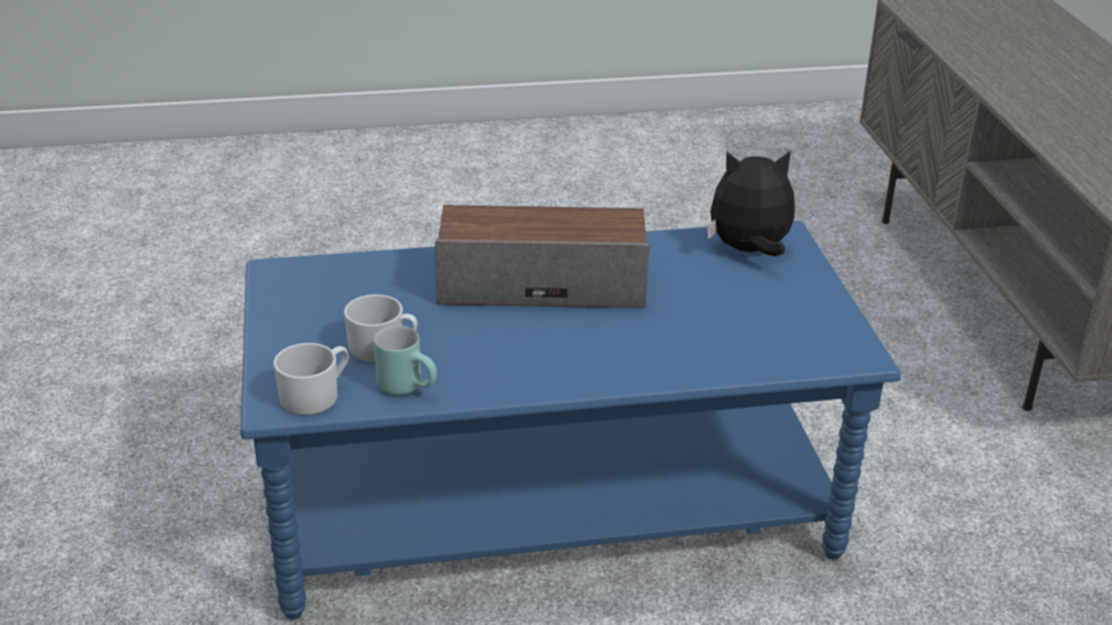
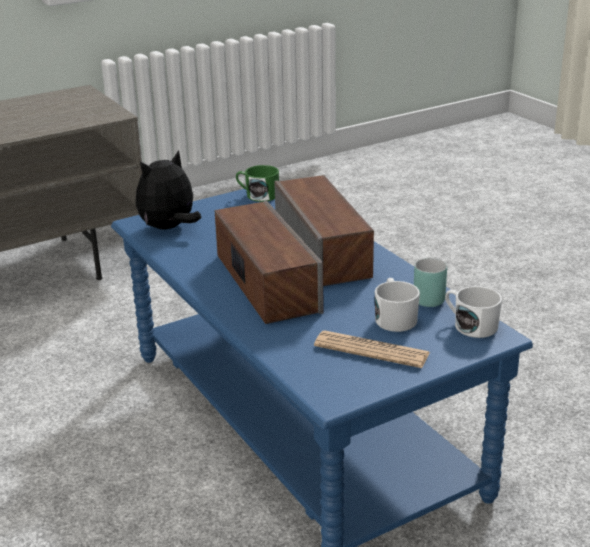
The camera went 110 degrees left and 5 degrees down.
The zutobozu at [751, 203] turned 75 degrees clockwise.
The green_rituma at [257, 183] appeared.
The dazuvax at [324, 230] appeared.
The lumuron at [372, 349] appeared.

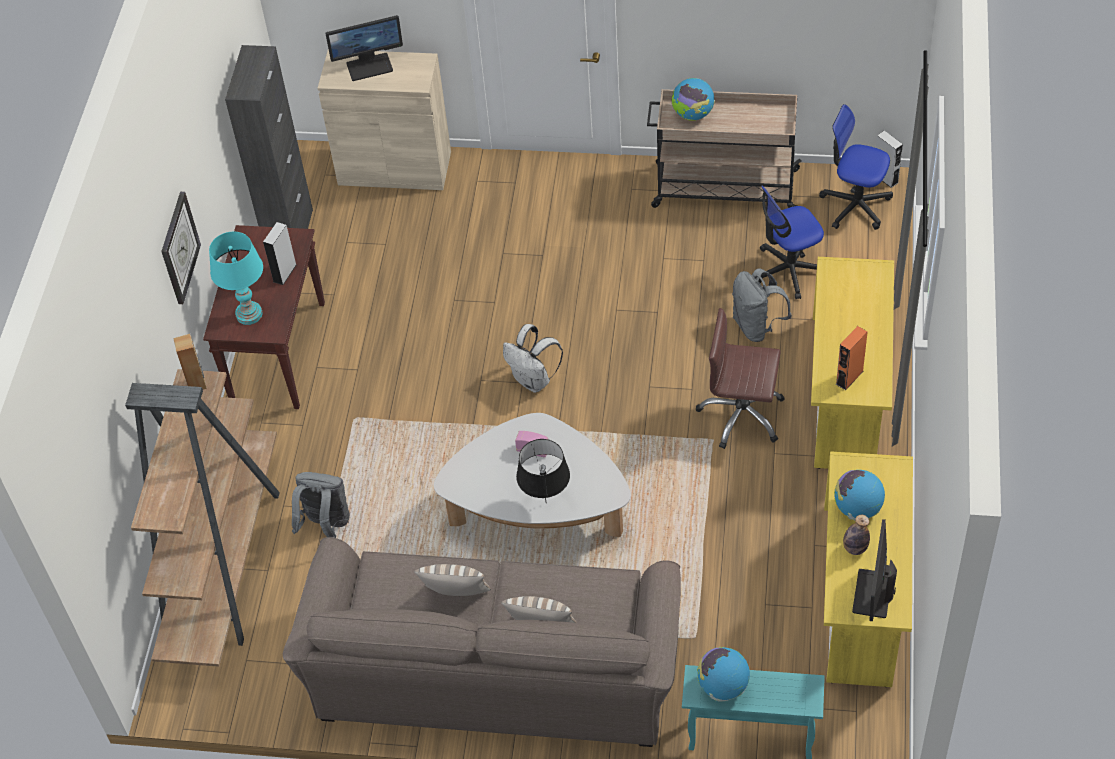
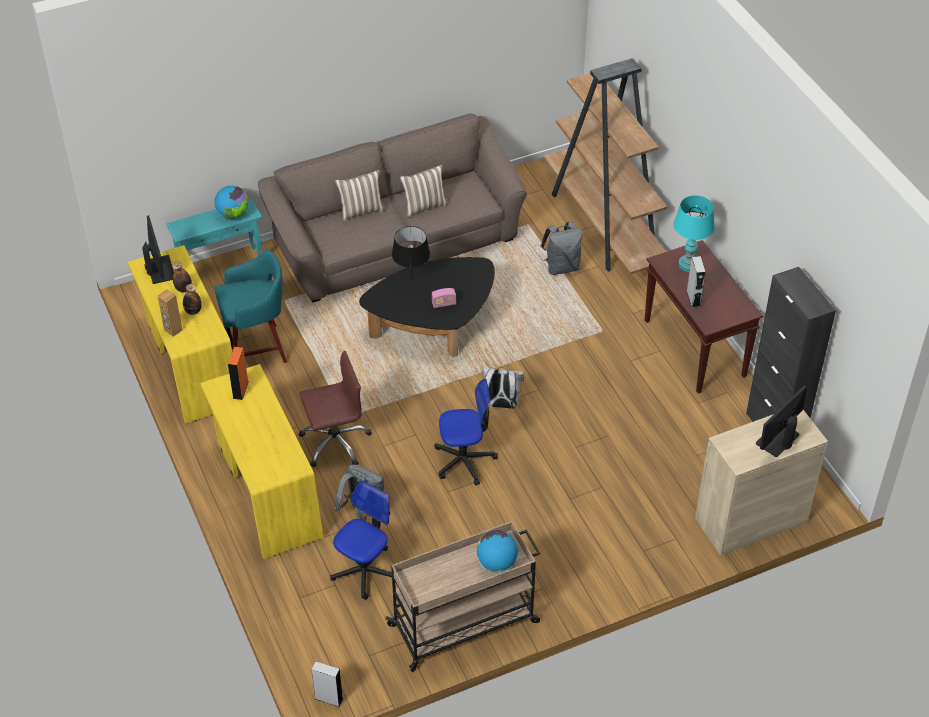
The camera went 145 degrees right and 5 degrees down.
The brown_dazuvax moved from [190, 361] to [170, 313].
The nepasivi at [859, 495] was replaced by the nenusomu at [192, 299].
The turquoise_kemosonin at [251, 306] appeared.
The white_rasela at [532, 475] became the black_rasela at [427, 307].
The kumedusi moved from [856, 167] to [466, 432].
The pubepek at [181, 248] disappeared.

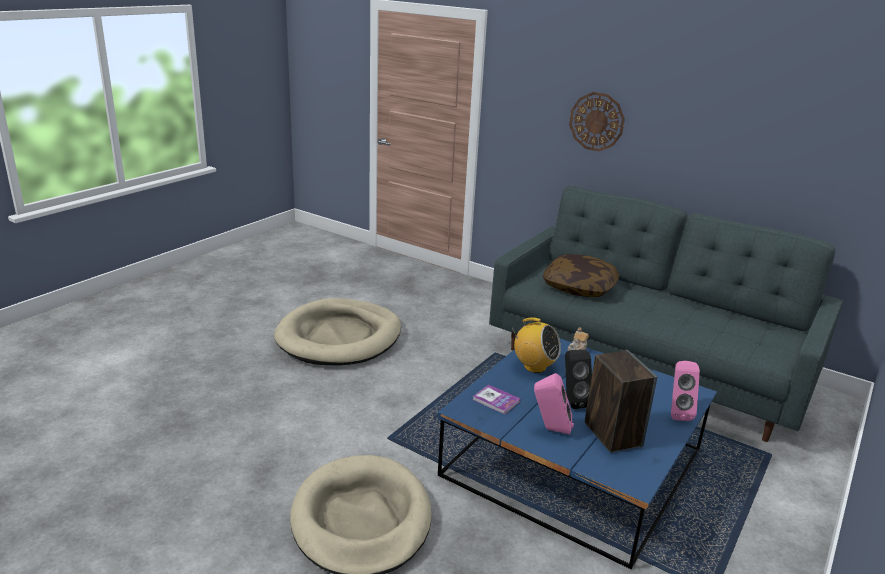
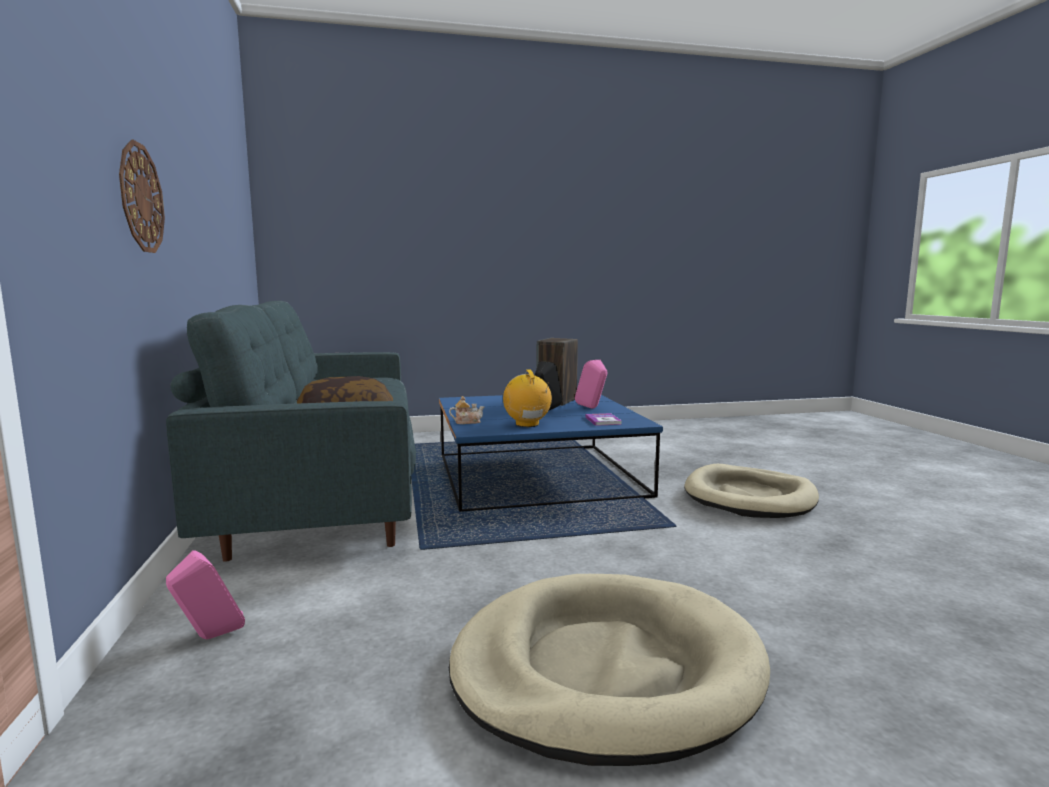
The camera went 135 degrees left and 15 degrees down.
The pink_dazuvax moved from [685, 391] to [205, 594].

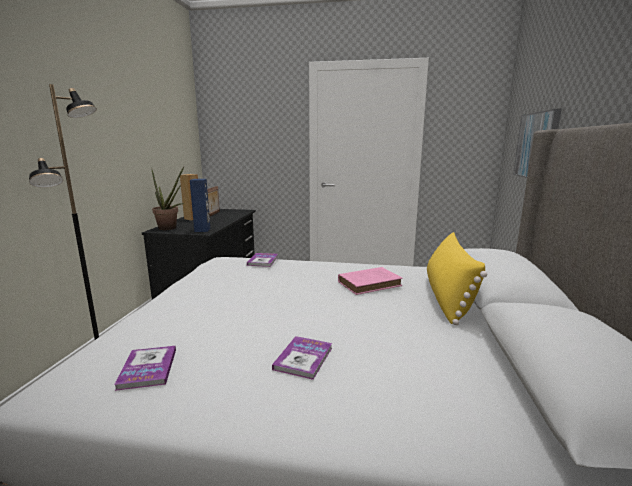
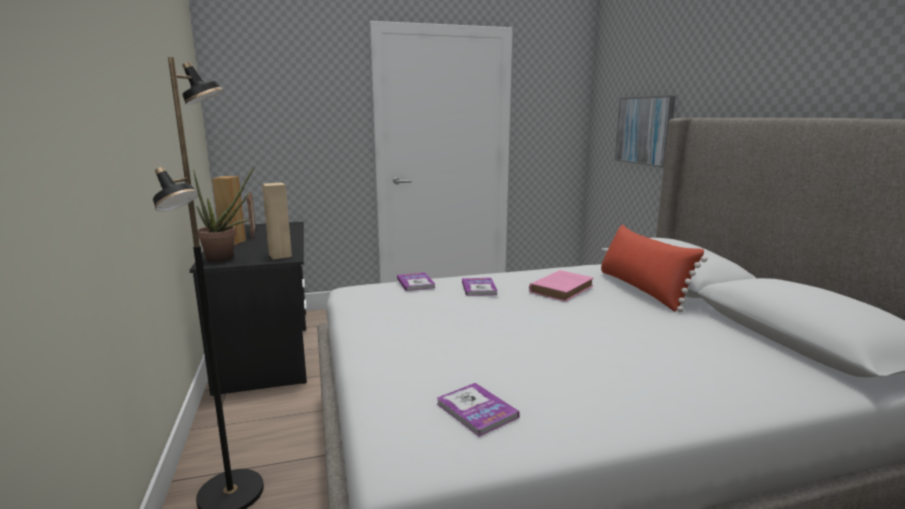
The camera went 25 degrees left and 0 degrees up.
The blue_dazuvax at [200, 205] became the beige_dazuvax at [277, 220].
The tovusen moved from [302, 358] to [480, 287].
The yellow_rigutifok at [457, 278] became the red_rigutifok at [654, 268].

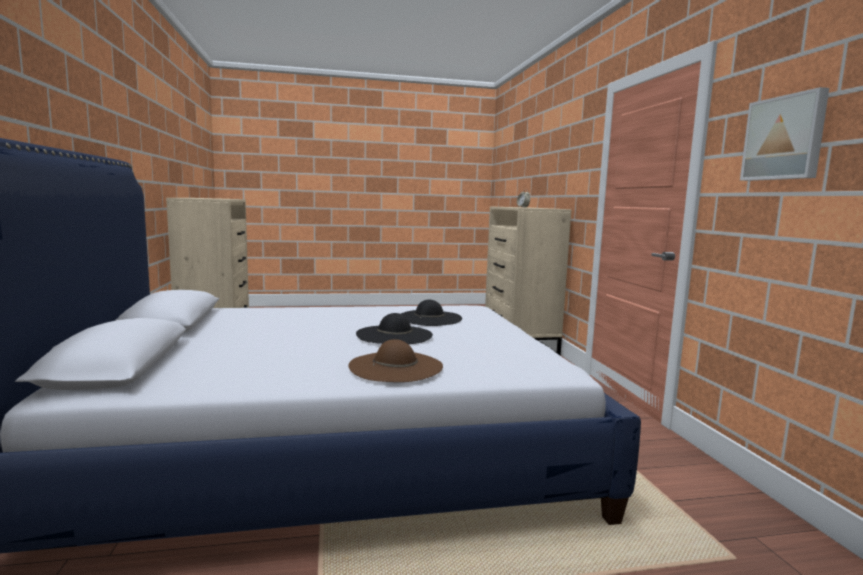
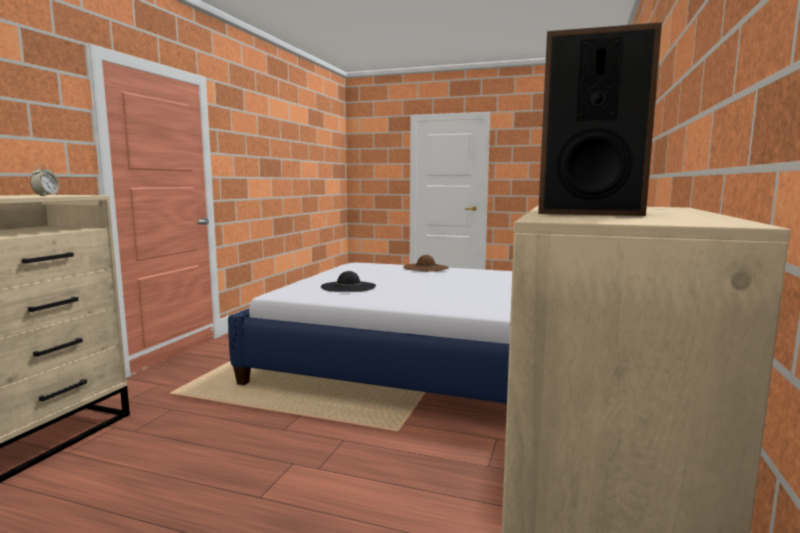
The camera went 150 degrees left and 0 degrees up.
The dazuvax at [600, 119] appeared.
The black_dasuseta at [394, 328] disappeared.
The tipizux at [784, 134] disappeared.

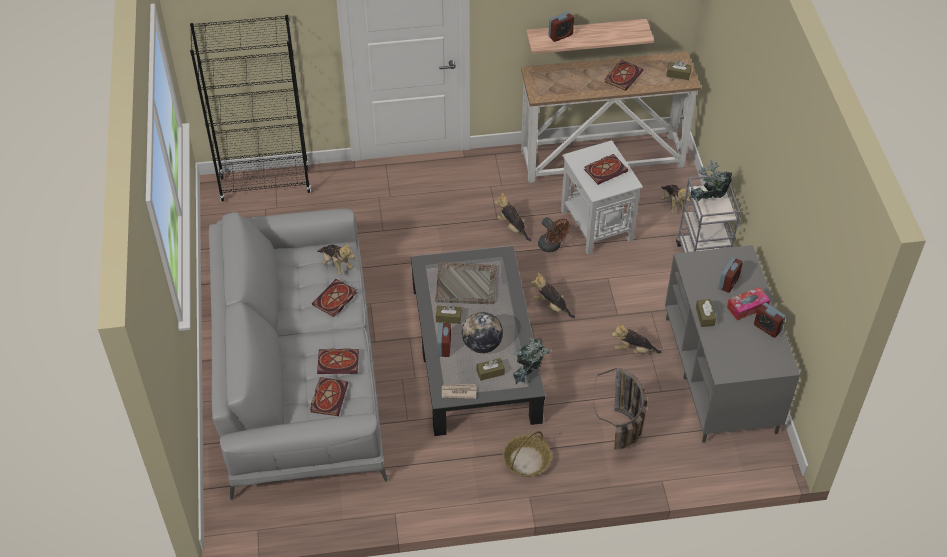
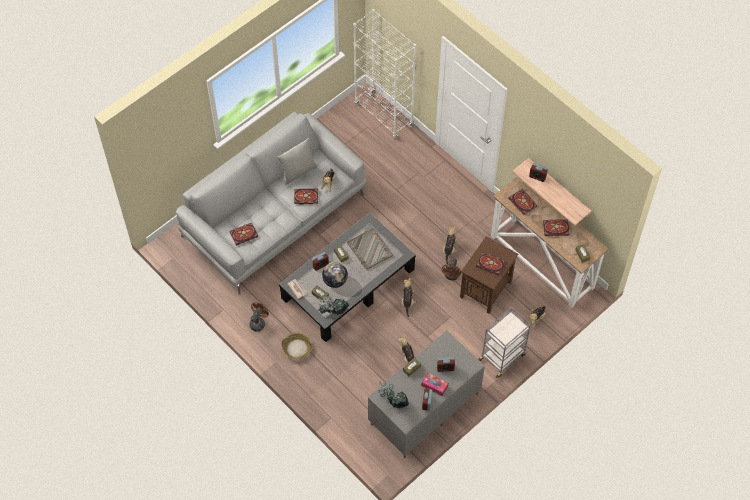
The camera went 55 degrees right and 10 degrees up.
The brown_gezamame at [259, 317] appeared.
The grey_rigutifok at [297, 161] appeared.
The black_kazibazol at [250, 108] became the white_kazibazol at [384, 74].
The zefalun moved from [710, 180] to [393, 394].
The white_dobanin at [602, 197] became the brown_dobanin at [489, 275].
The tovusen moved from [338, 361] to [523, 202].
The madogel at [620, 408] disappeared.

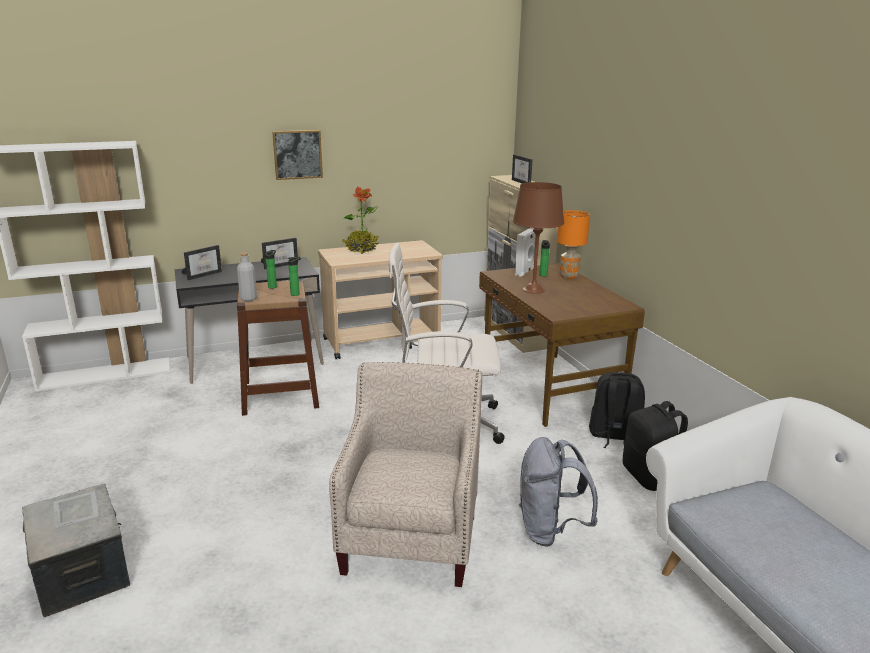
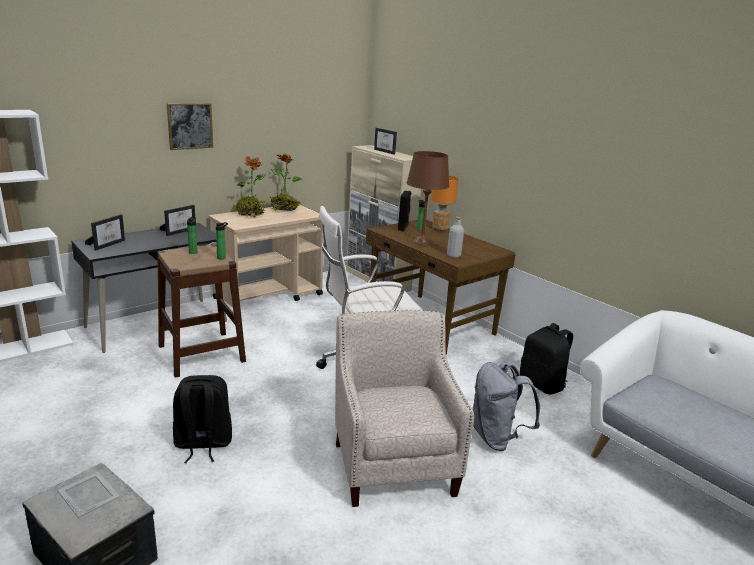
The camera went 20 degrees left and 0 degrees up.
The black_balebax moved from [617, 410] to [202, 419].
The zefalun at [286, 182] appeared.
The white_dazuvax at [525, 253] became the black_dazuvax at [404, 211].
The grey_nenusomu moved from [247, 277] to [455, 237].

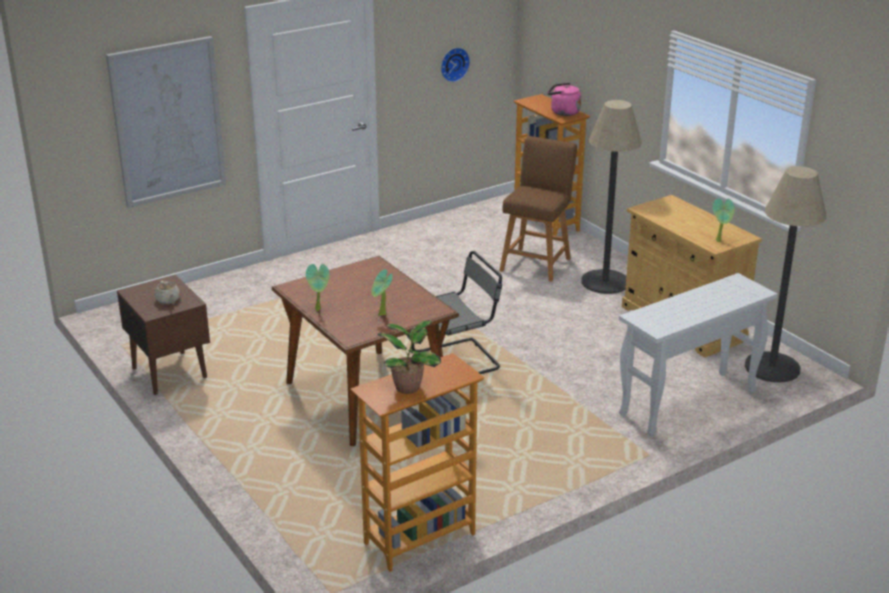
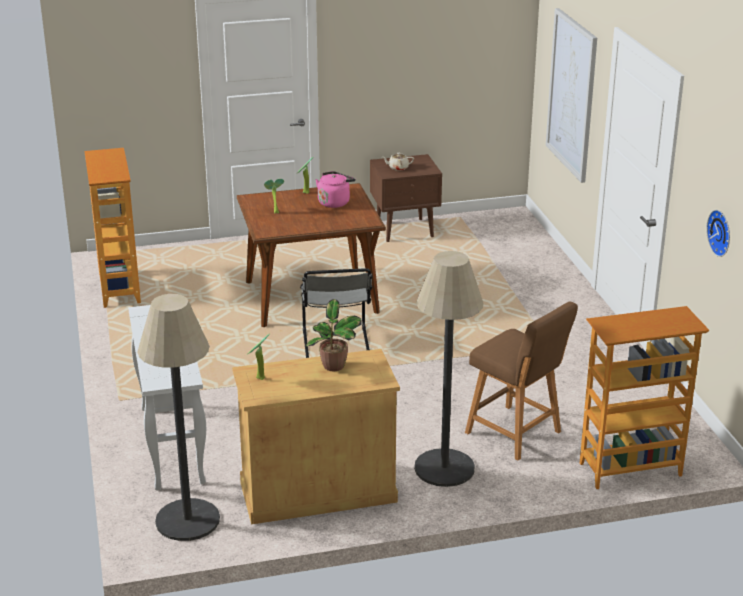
The camera went 110 degrees right and 0 degrees up.
The zefalun moved from [409, 357] to [334, 335].
The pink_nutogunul moved from [564, 99] to [336, 189].

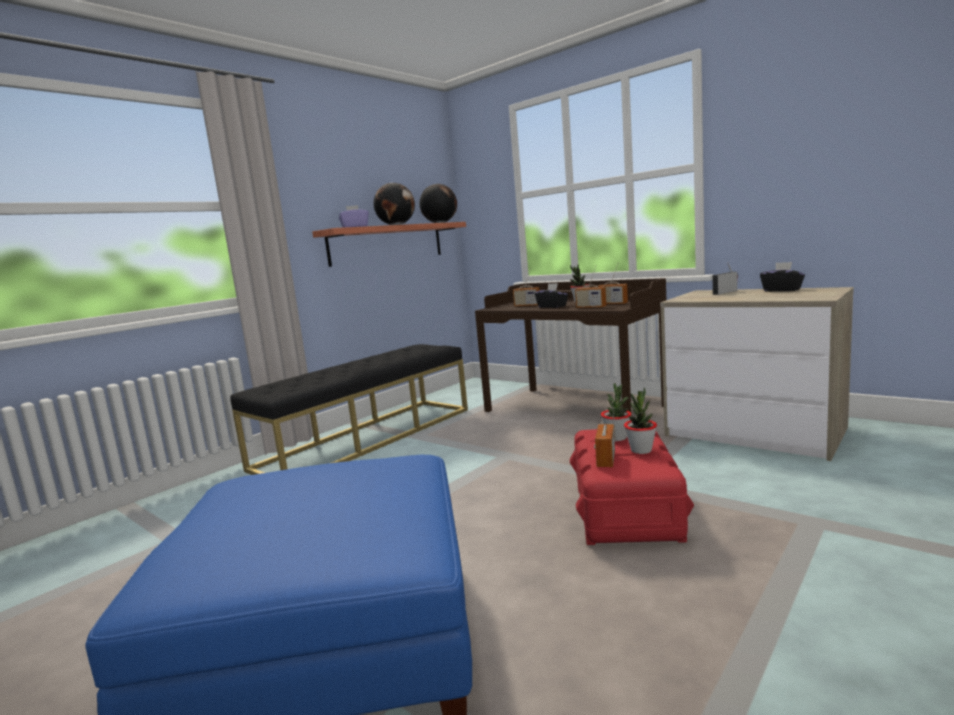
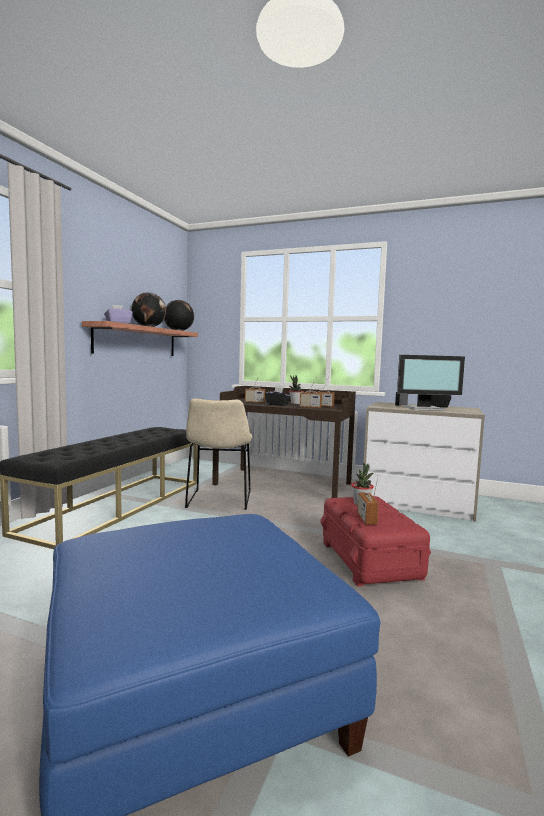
The camera went 20 degrees left and 5 degrees down.
The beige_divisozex at [218, 454] appeared.
The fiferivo at [431, 383] appeared.
The zefalun at [640, 420] disappeared.

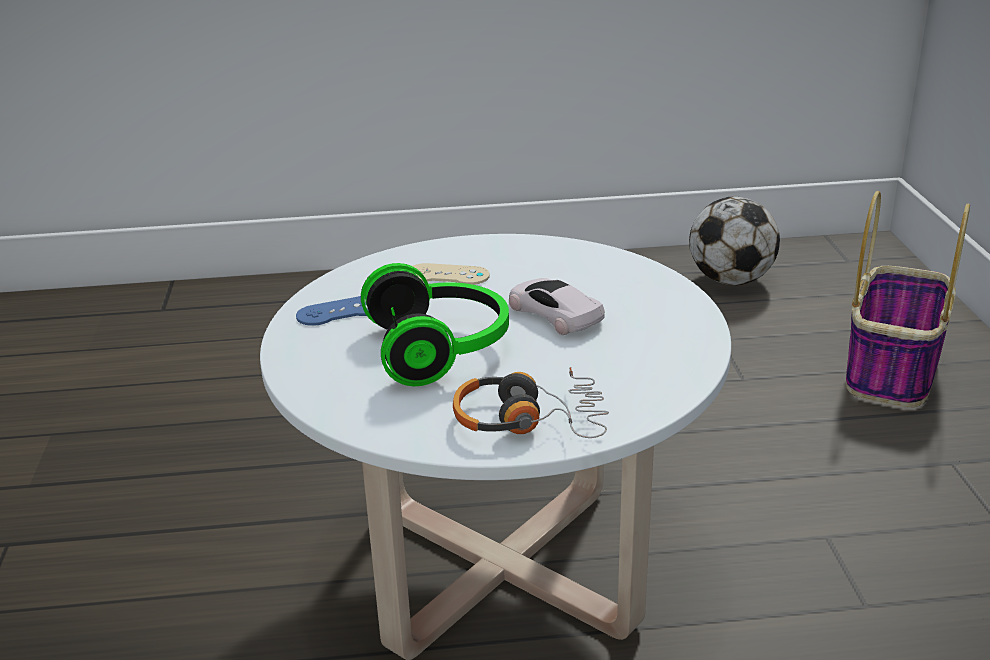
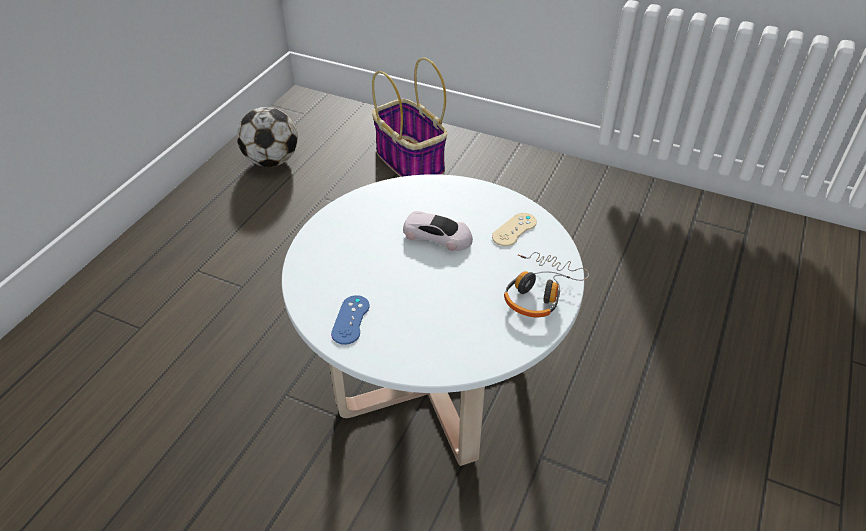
The camera went 60 degrees left and 15 degrees up.
The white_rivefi at [557, 306] turned 150 degrees counterclockwise.
The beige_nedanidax moved from [451, 274] to [514, 229].
The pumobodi at [435, 324] disappeared.

